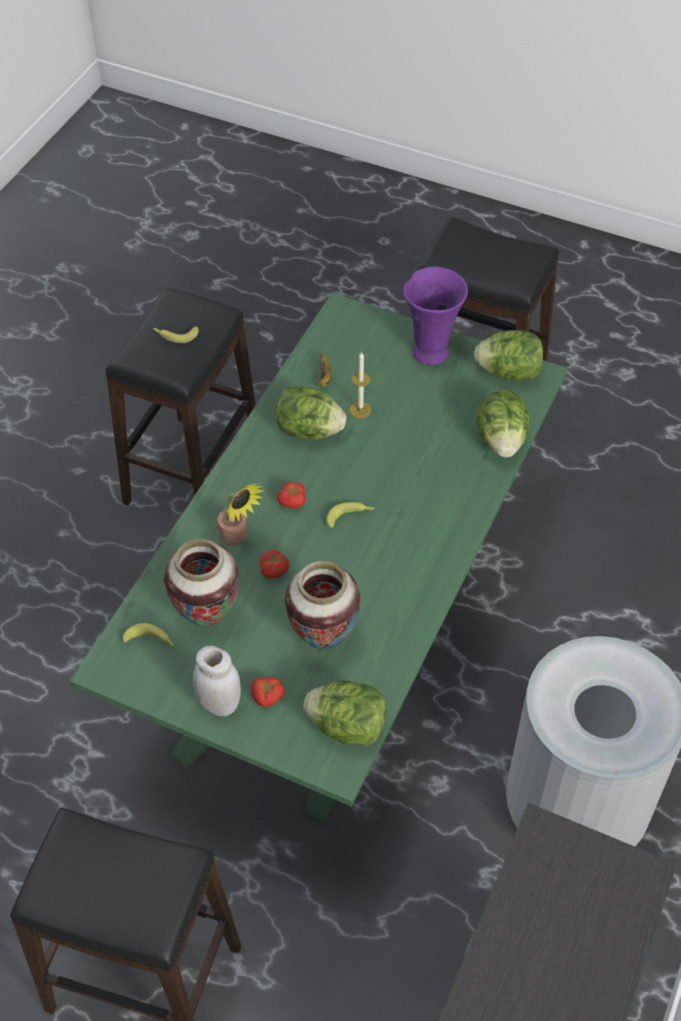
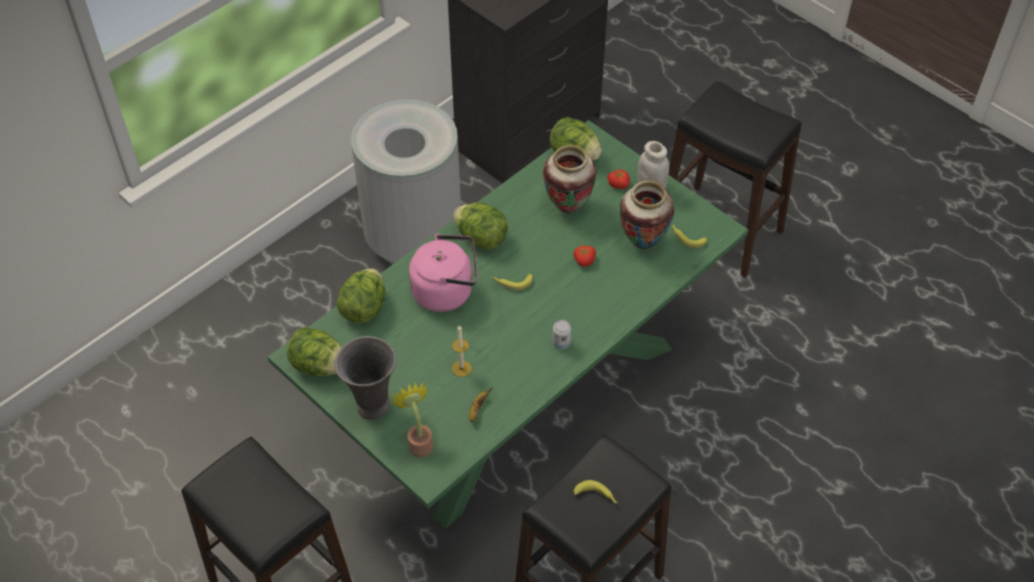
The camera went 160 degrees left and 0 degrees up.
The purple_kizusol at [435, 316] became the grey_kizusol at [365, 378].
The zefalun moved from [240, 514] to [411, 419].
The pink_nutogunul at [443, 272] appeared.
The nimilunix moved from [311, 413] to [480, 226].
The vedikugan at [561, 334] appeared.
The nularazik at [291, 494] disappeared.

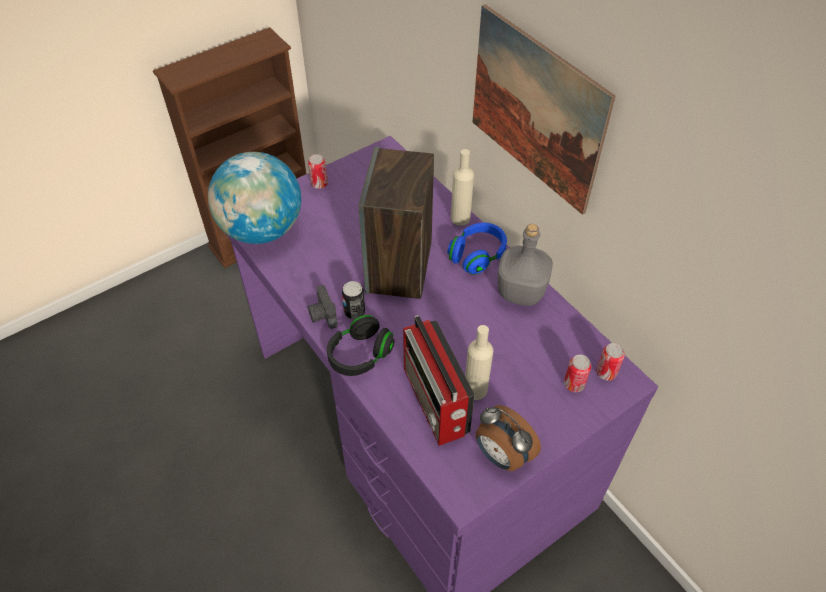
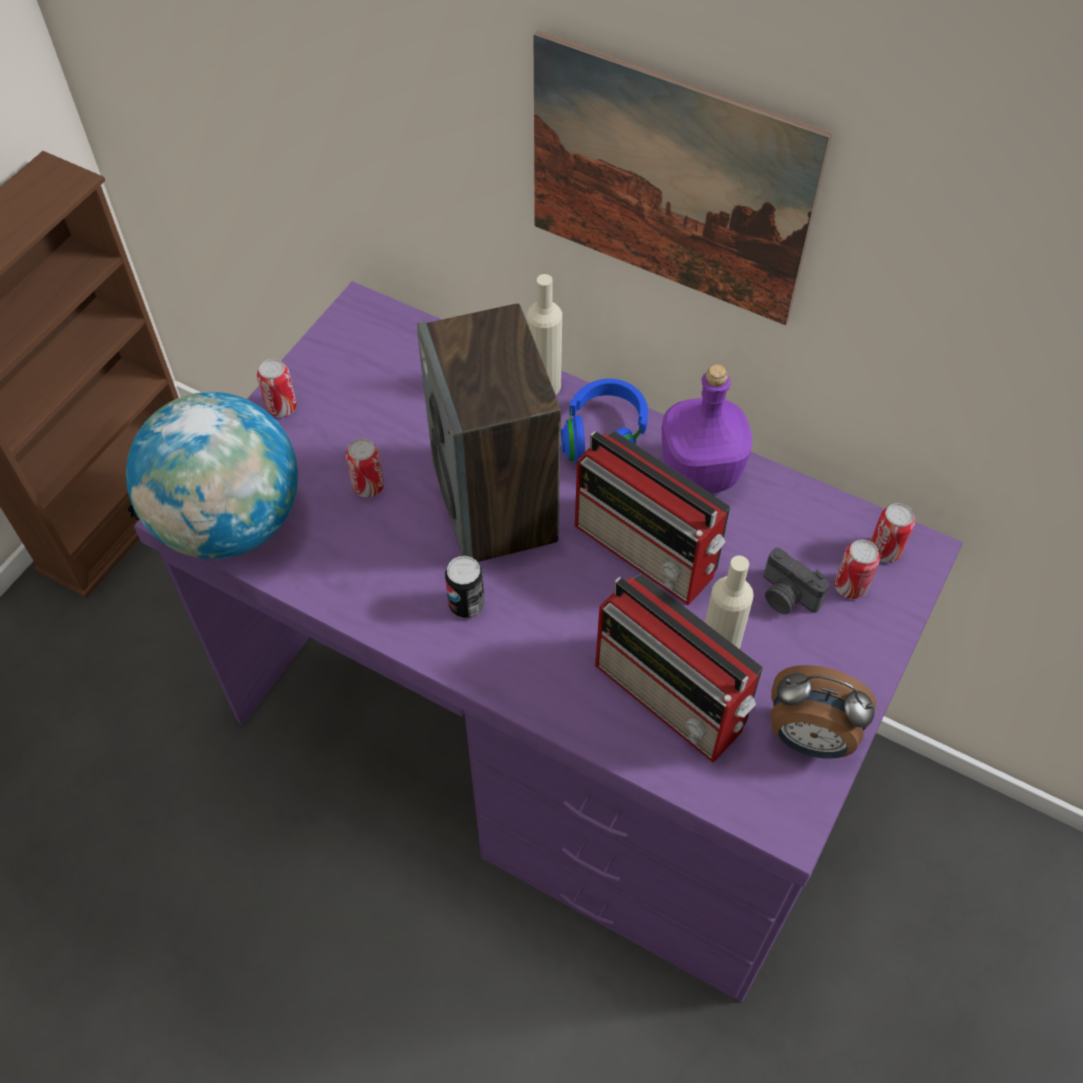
The camera went 25 degrees left and 5 degrees up.
The vedikugan at [365, 467] appeared.
The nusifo at [653, 518] appeared.
The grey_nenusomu at [525, 265] became the purple_nenusomu at [707, 429].
The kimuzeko moved from [323, 307] to [796, 580].
The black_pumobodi at [360, 345] disappeared.

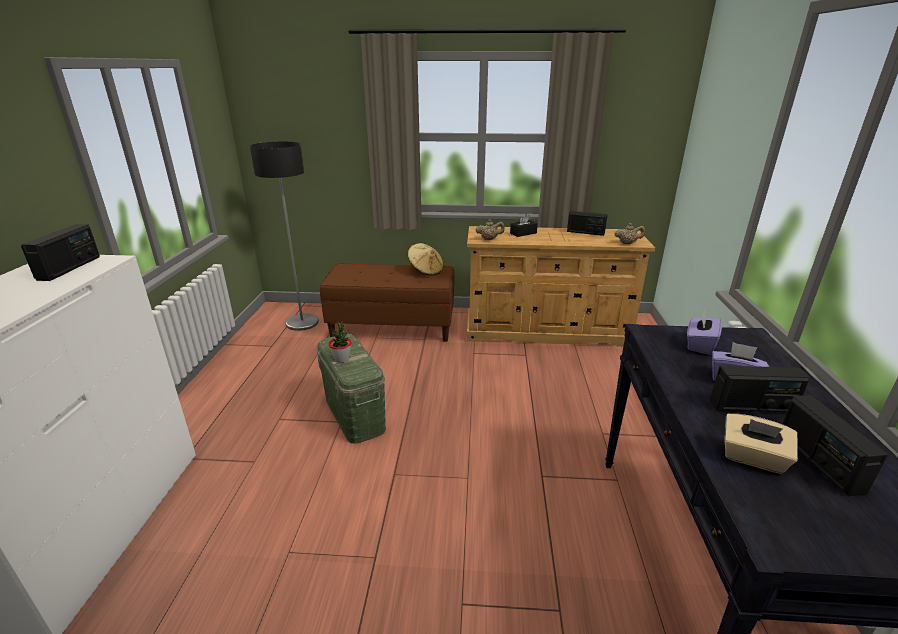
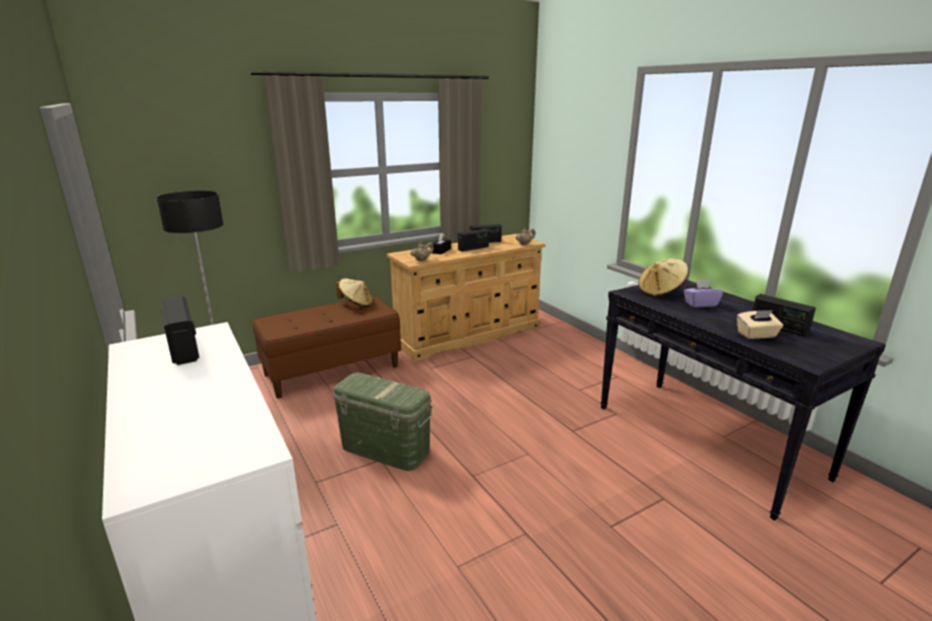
The camera went 35 degrees left and 5 degrees down.
The nusifo moved from [760, 389] to [473, 240].
The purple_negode at [704, 332] was replaced by the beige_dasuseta at [663, 278].
The zefalun at [340, 342] disappeared.

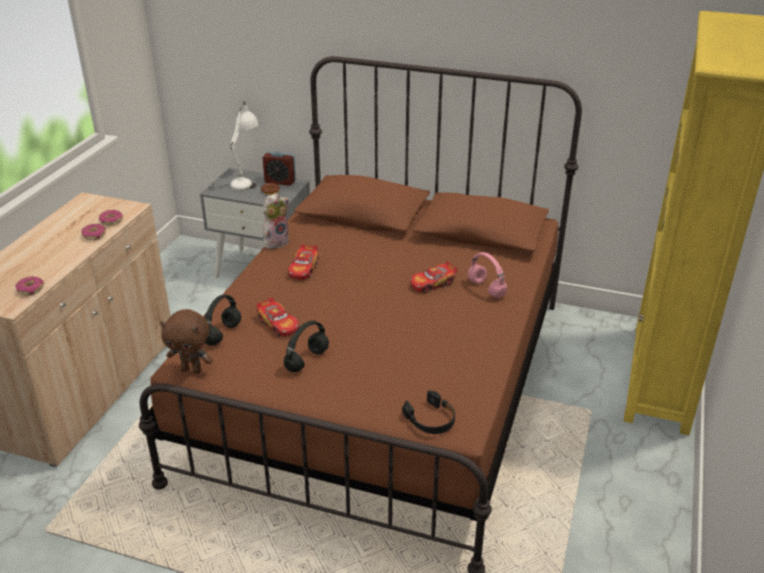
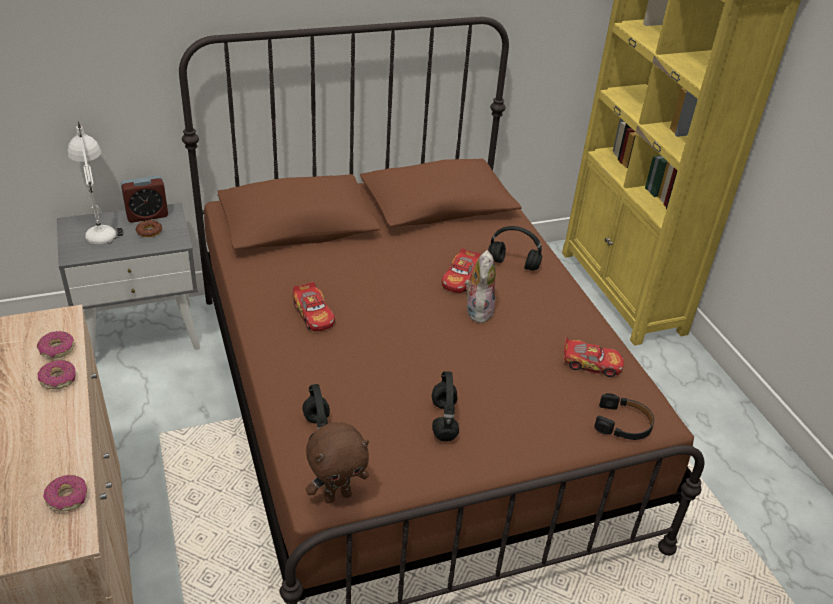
The camera went 40 degrees left and 5 degrees up.
The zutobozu moved from [276, 221] to [480, 286].
The pink_pumobodi at [487, 275] became the black_pumobodi at [515, 248].
The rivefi moved from [277, 317] to [593, 357].

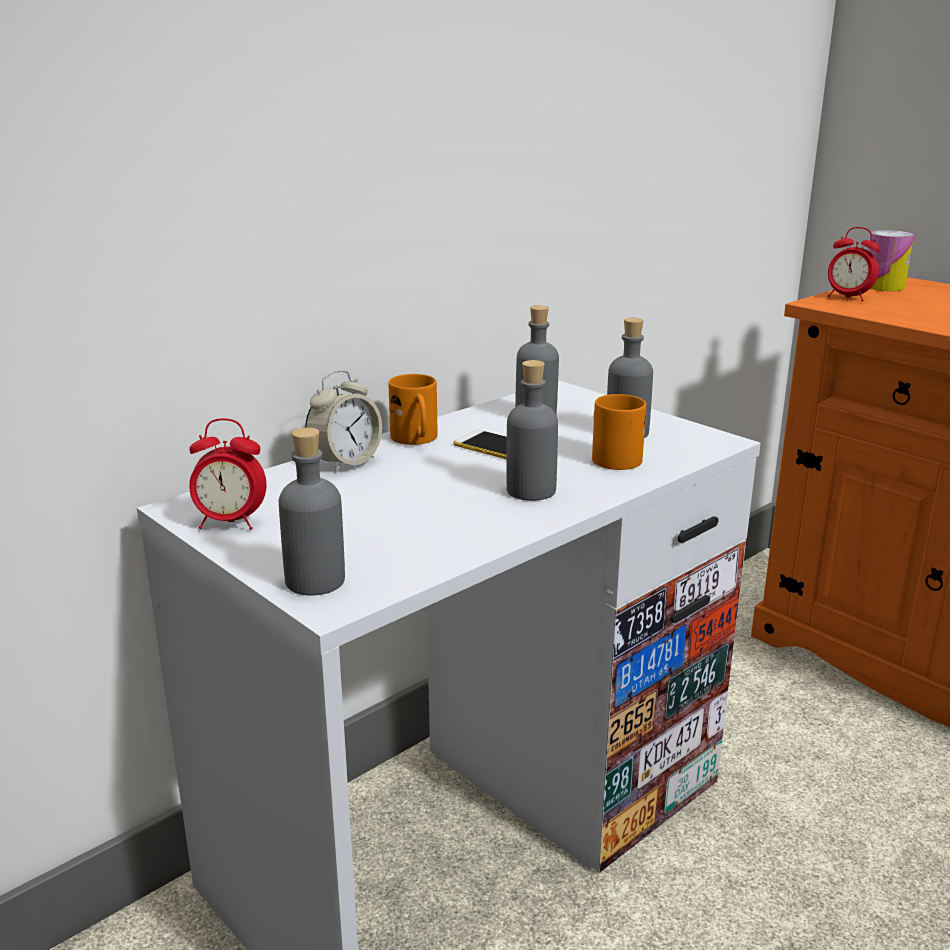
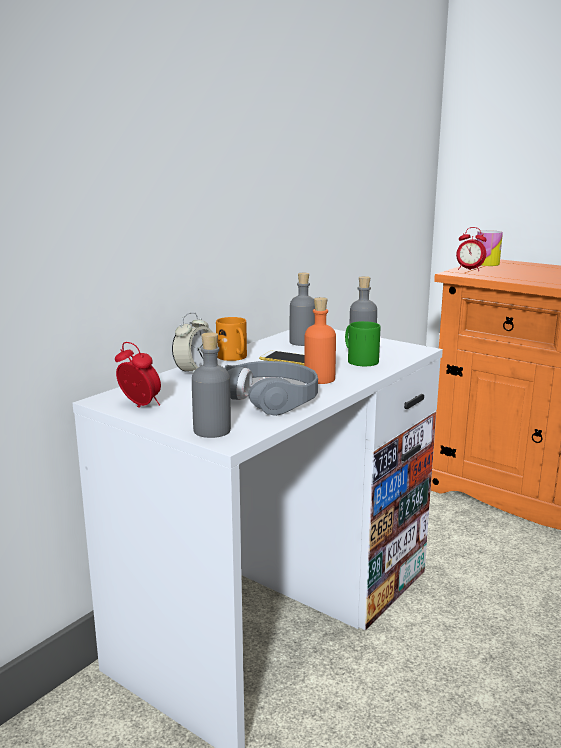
The camera went 10 degrees left and 5 degrees down.
The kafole at [227, 474] turned 135 degrees counterclockwise.
The grey_pumobodi at [271, 388] appeared.
The grey_nenusomu at [532, 430] became the orange_nenusomu at [320, 340].
The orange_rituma at [619, 432] became the green_rituma at [362, 343].

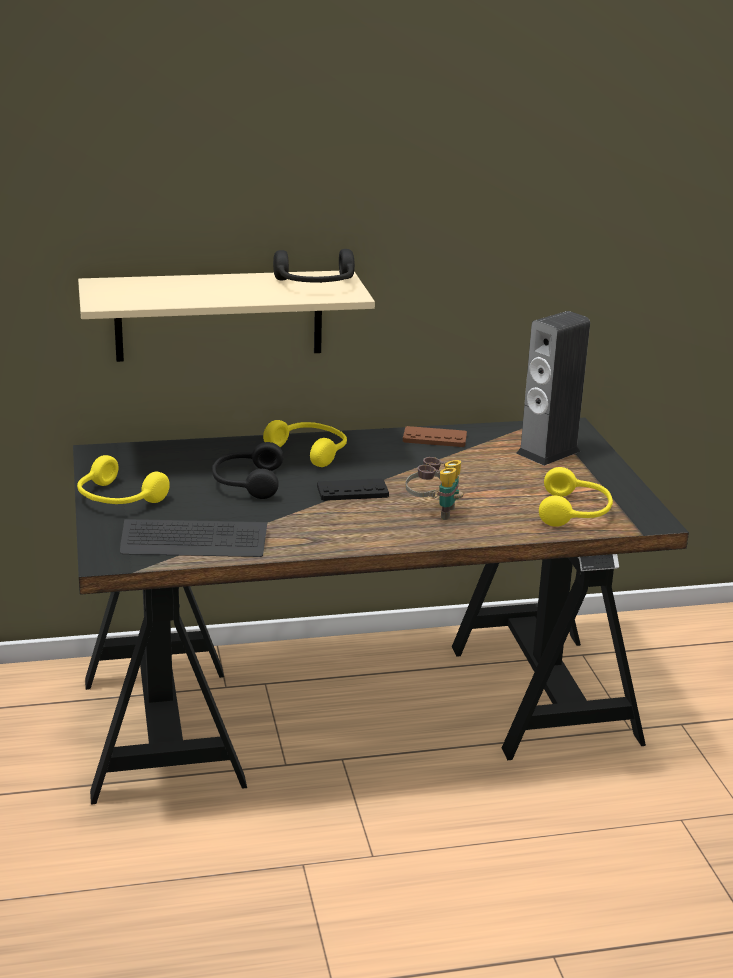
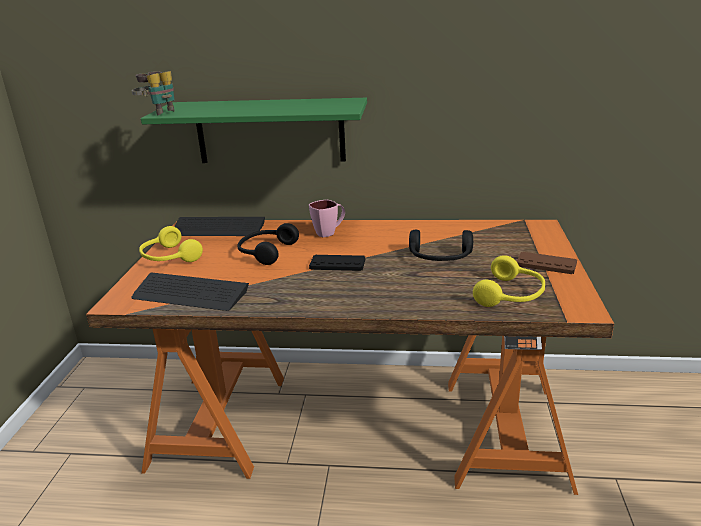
The camera went 20 degrees right and 0 degrees up.
The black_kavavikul at [381, 611] became the orange_kavavikul at [350, 357].
The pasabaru moved from [434, 488] to [153, 93].
The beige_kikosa at [226, 316] became the green_kikosa at [254, 130].
The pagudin at [220, 226] appeared.
The yellow_pumobodi at [305, 443] was replaced by the pink_rituma at [327, 219].
The black_pumobodi moved from [314, 266] to [441, 245].
The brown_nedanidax moved from [435, 436] to [547, 263].
The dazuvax at [553, 388] disappeared.

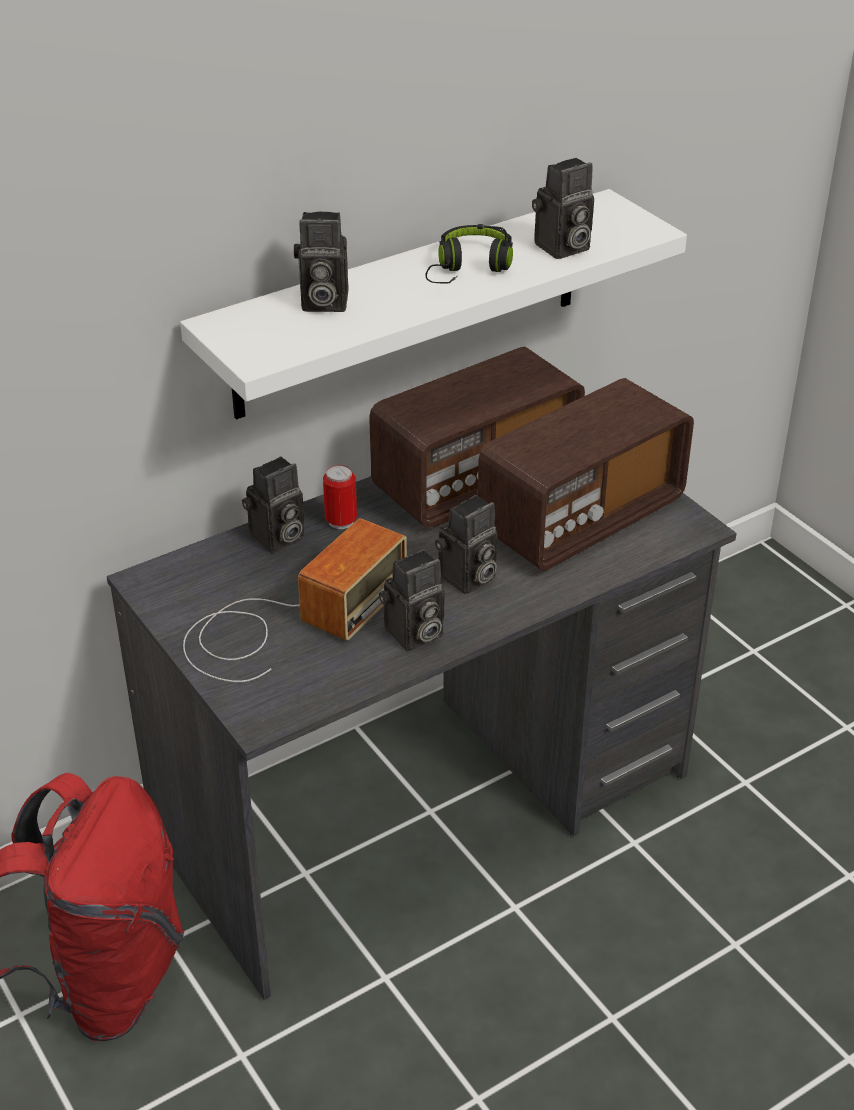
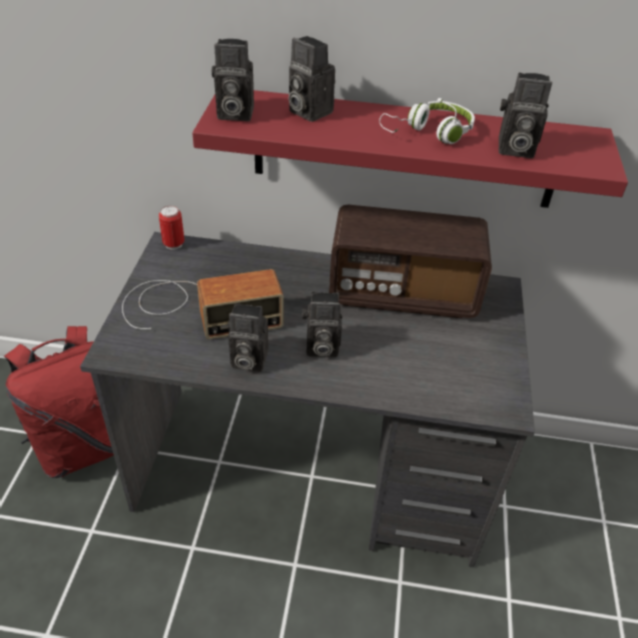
The camera went 40 degrees right and 5 degrees up.
The vedikugan moved from [340, 497] to [171, 228].
The white_kikosa at [433, 304] became the red_kikosa at [410, 149].
The kimuzeko moved from [273, 504] to [233, 80].
The black_pumobodi at [469, 254] became the white_pumobodi at [427, 121].
The nusifo at [586, 474] disappeared.

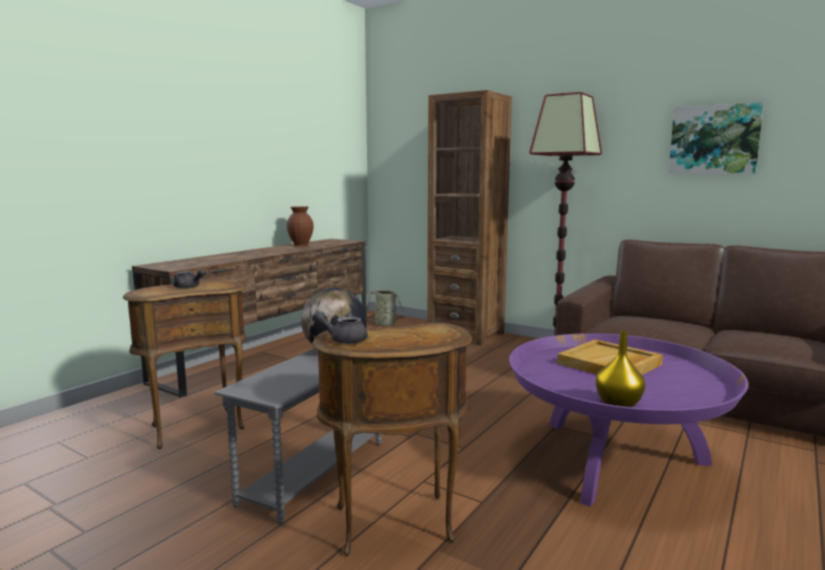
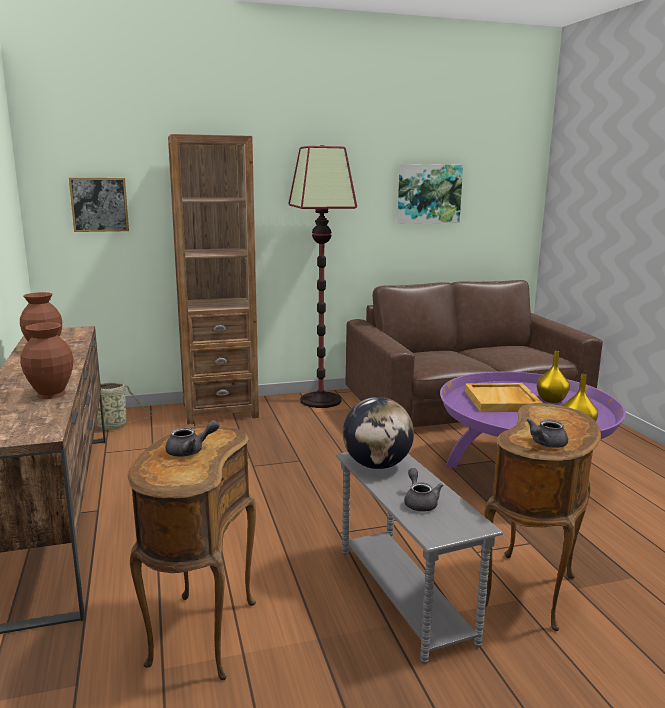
The camera went 50 degrees left and 5 degrees up.
The brown_kizusol at [47, 361] appeared.
The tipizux at [99, 205] appeared.
The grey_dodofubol at [423, 490] appeared.
The yellow_kizusol at [553, 377] appeared.

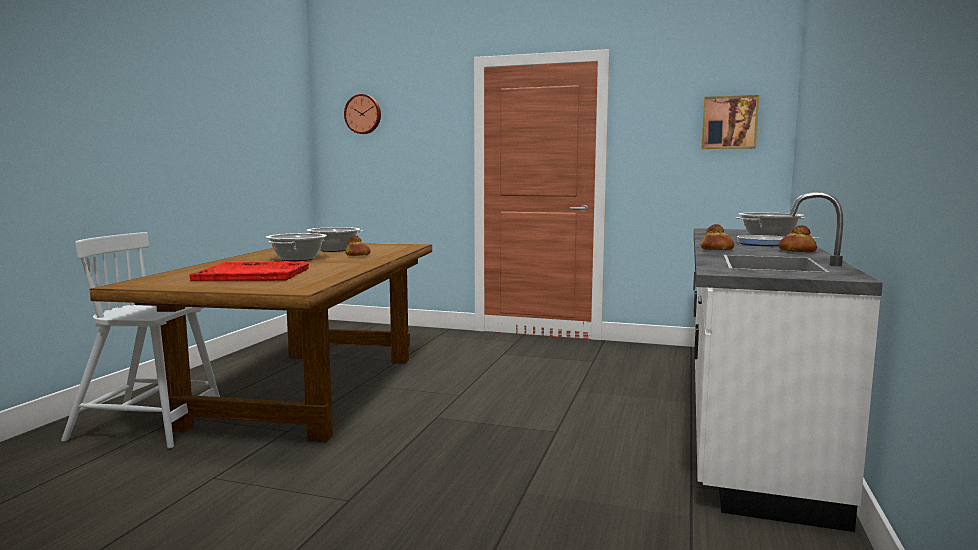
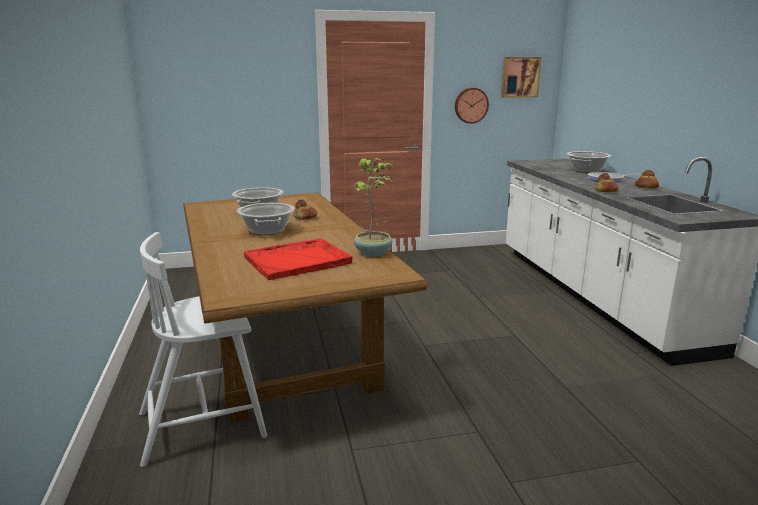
The camera went 30 degrees left and 10 degrees up.
The zefalun at [373, 207] appeared.
The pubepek moved from [362, 114] to [472, 106].

